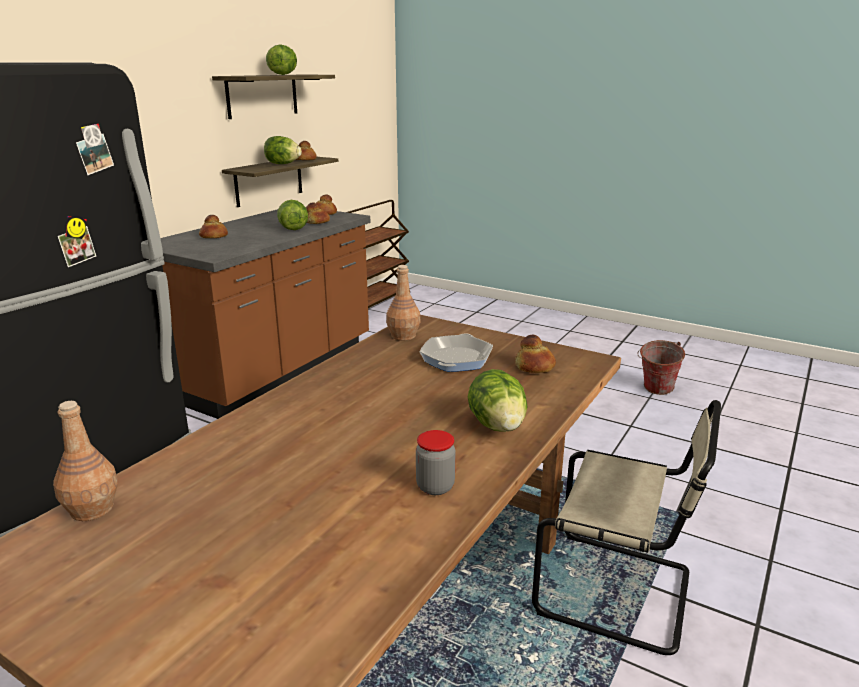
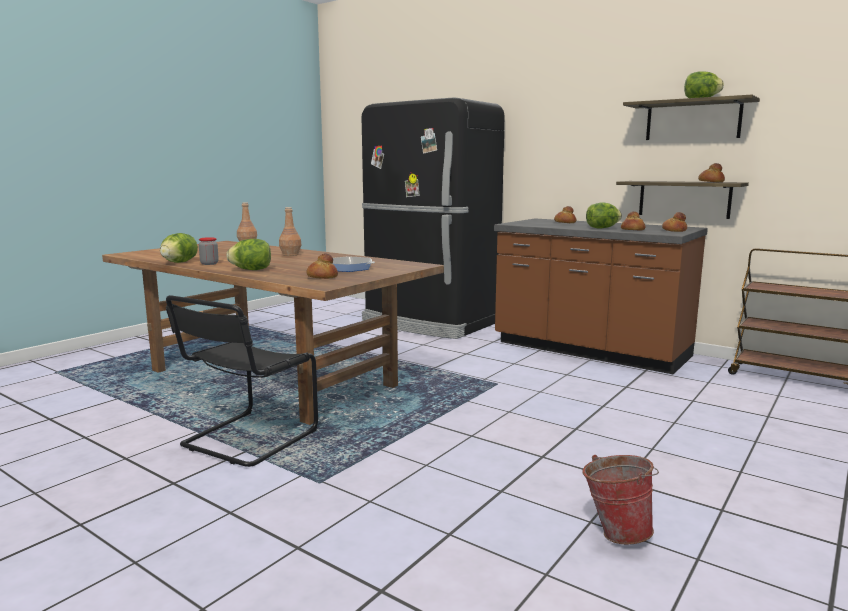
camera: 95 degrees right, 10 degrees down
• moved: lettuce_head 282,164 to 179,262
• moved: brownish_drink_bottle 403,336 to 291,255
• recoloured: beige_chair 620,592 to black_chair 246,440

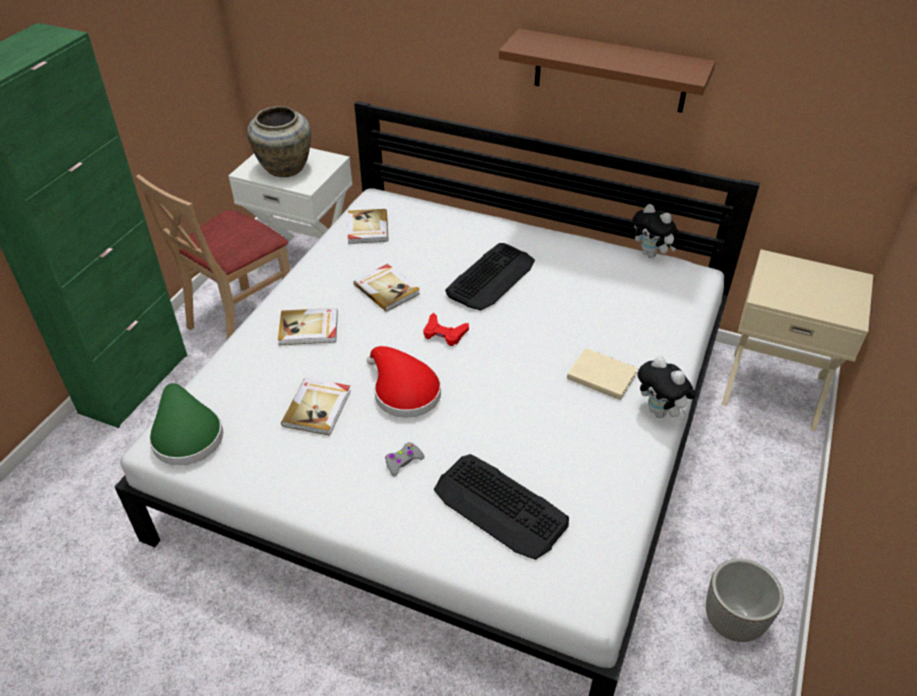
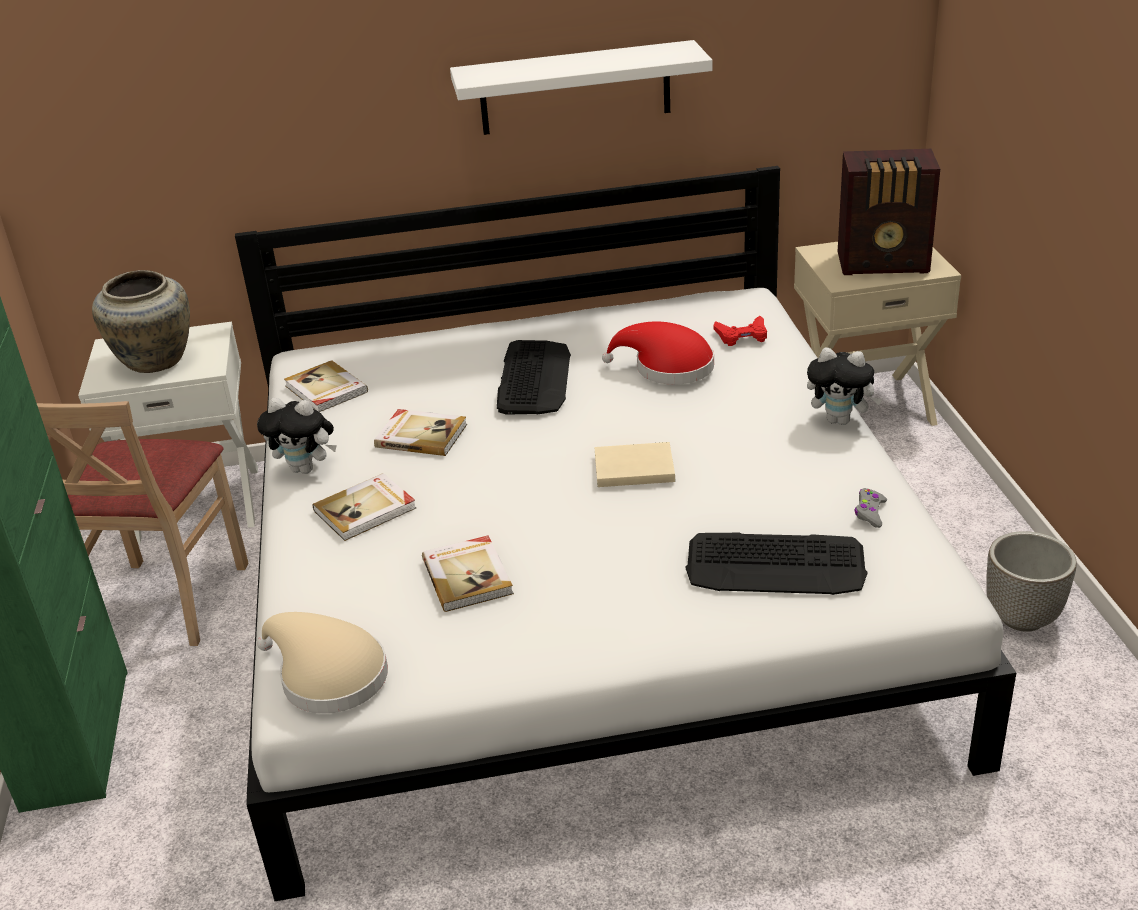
camera: 30 degrees left, 10 degrees down
• recoloured: greenish_clothing_hat 186,435 to beige_clothing_hat 327,676
• moved: red_clothing_hat 403,391 to 667,367
• moved: gray_joypad 403,462 to 870,512
• moved: red_joypad 444,333 to 742,336
• recoloured: brownish_shelf 610,71 to white-coloured_shelf 575,88
• moved: beige_bound_book 600,374 to 631,467
• moved: plush_toy 651,254 to 306,469
• added: radio 885,263

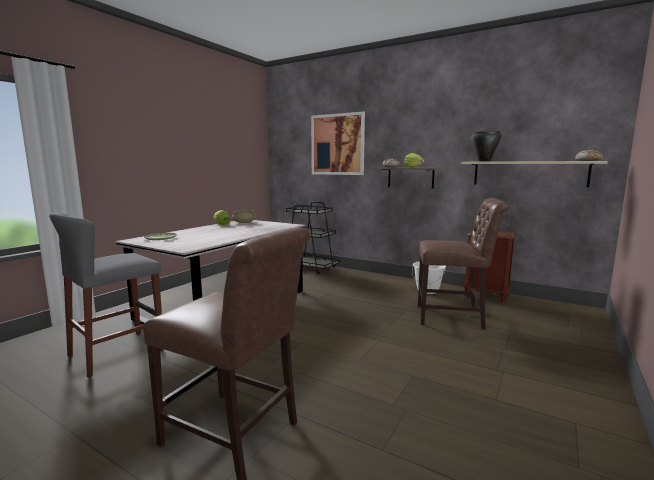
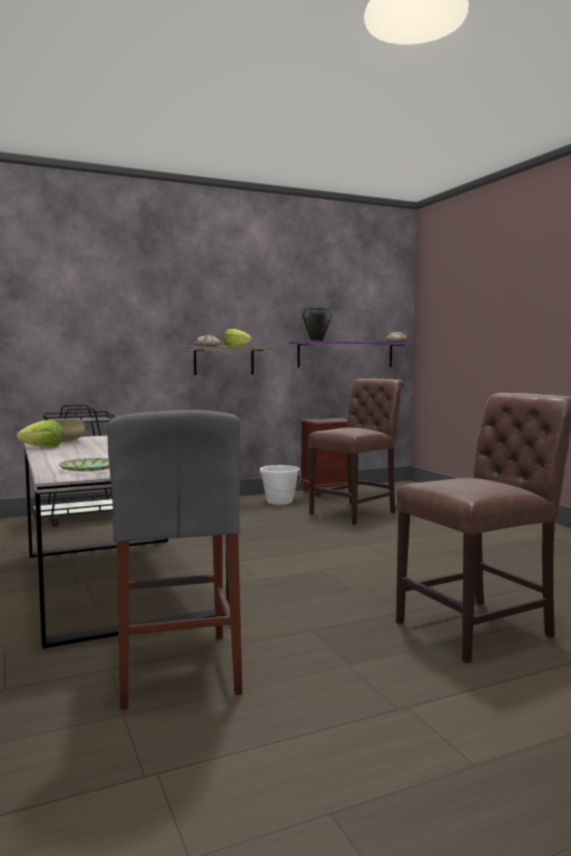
camera: 55 degrees left, 5 degrees down
• removed: wall_picture 337,144
• recoloured: beige_shelf 529,173 to purplish_shelf 346,354

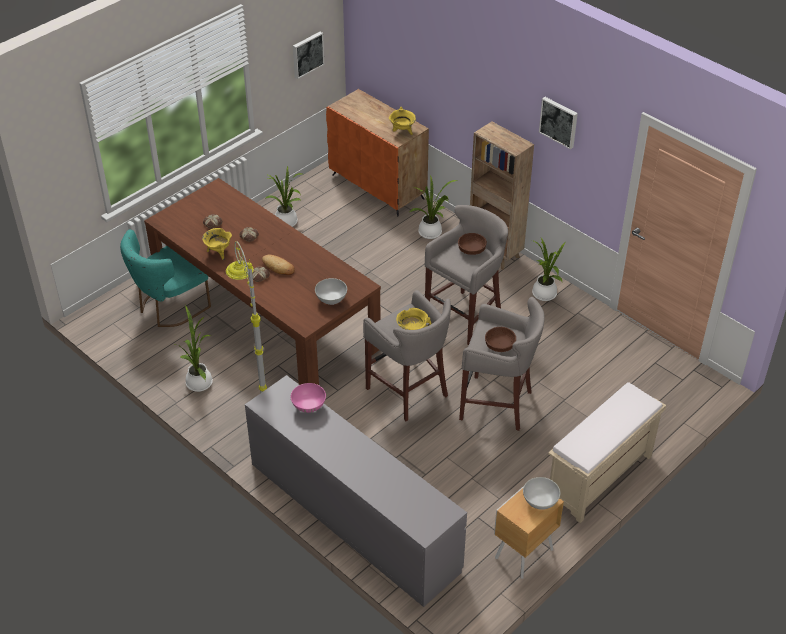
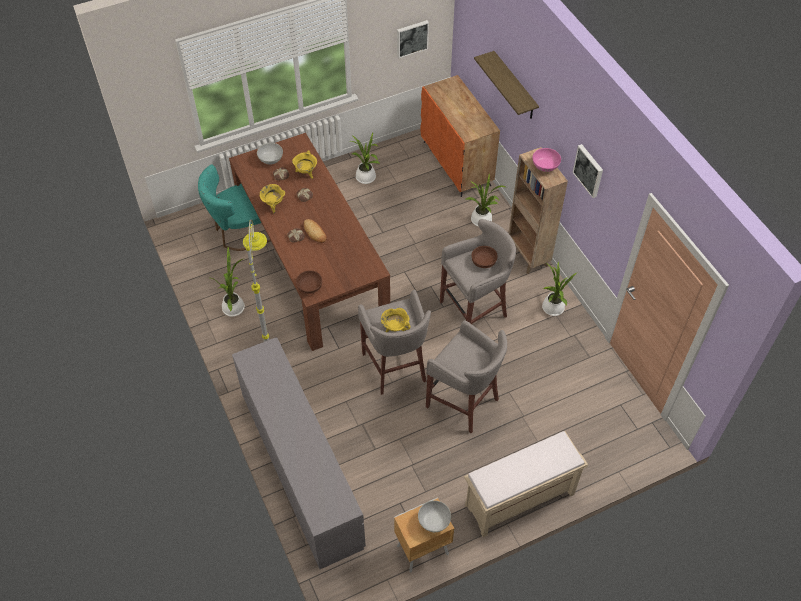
camera: 20 degrees right, 10 degrees up
• moved: pink-coloured_deep_dish 309,406 to 545,167
• moved: white-coloured_deep_dish 331,299 to 271,160
• moved: yellowish_cooking_pot 402,132 to 306,173
• moved: brownish_deep_dish 500,345 to 310,286
• added: shelf 515,87

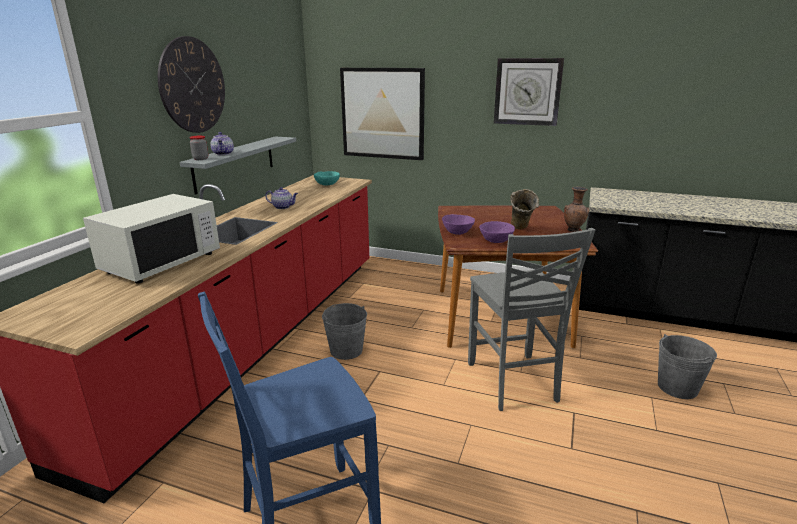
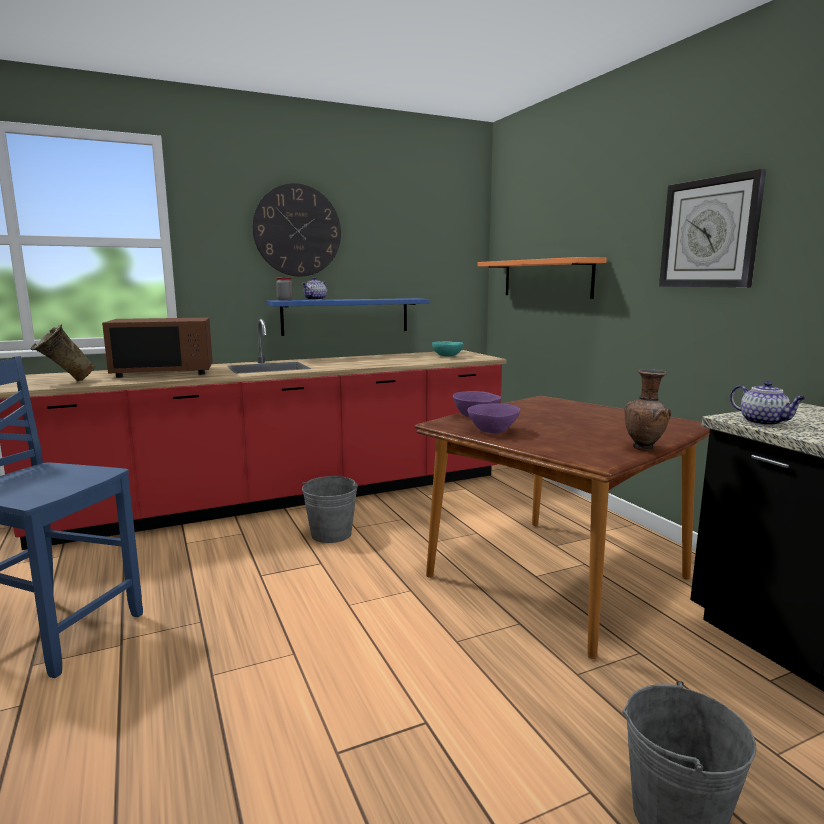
camera: 45 degrees right, 10 degrees down
• recoloured: white-coloured_microwave_oven 161,262 to brownish_microwave_oven 164,372
• recoloured: gray_shelf 235,163 to blue_shelf 346,316
• moved: tea_pot 283,207 to 764,422
• replaced: wall_picture 383,113 to orangey_shelf 546,278
• removed: gray_chair 513,383
• moved: beige_decorative_vase 520,232 to 65,382

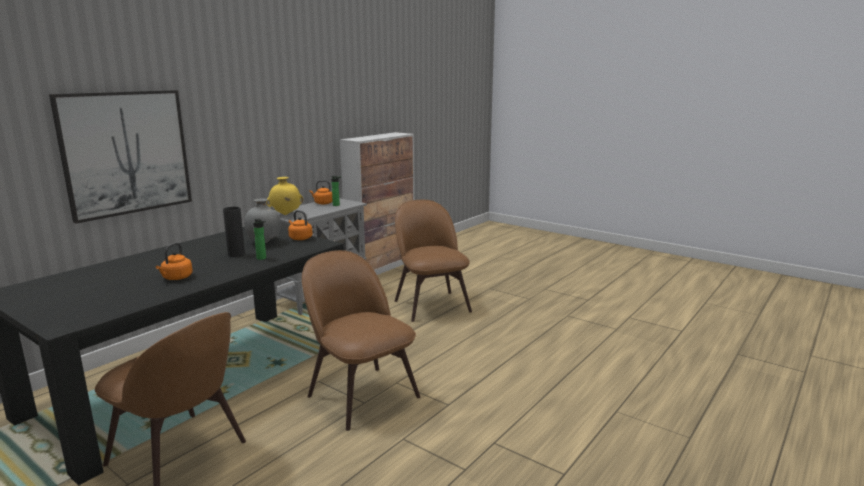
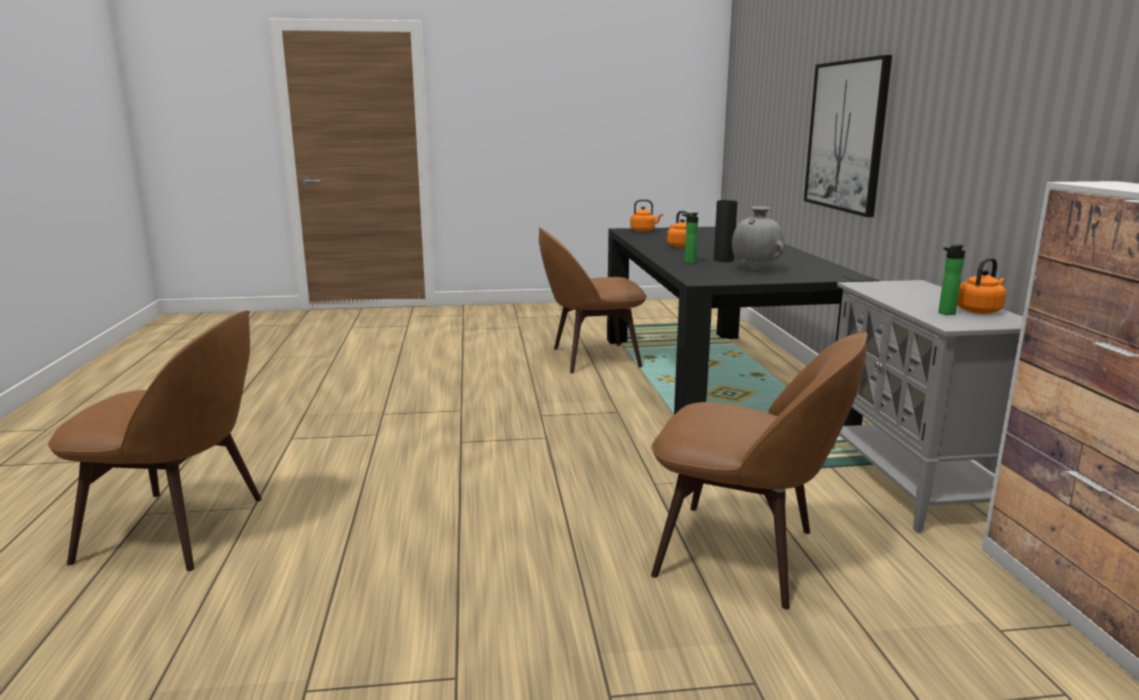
camera: 135 degrees right, 0 degrees up
• removed: yellowish_decorative_vase 285,215
• moved: orangey_tea_kettle 299,238 to 644,230
• moved: brownish_chair 361,394 to 180,529

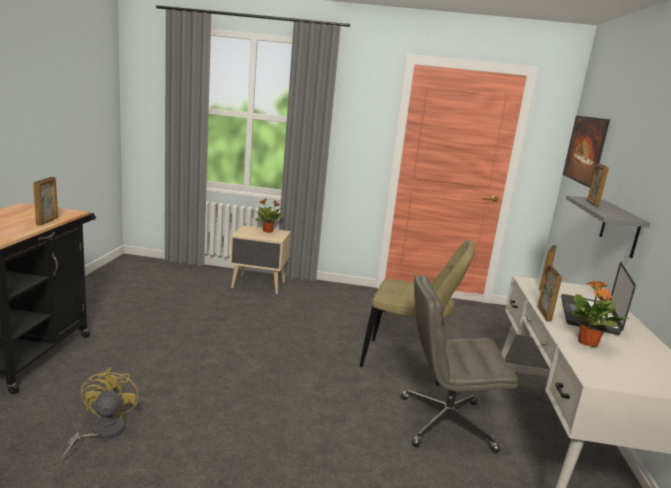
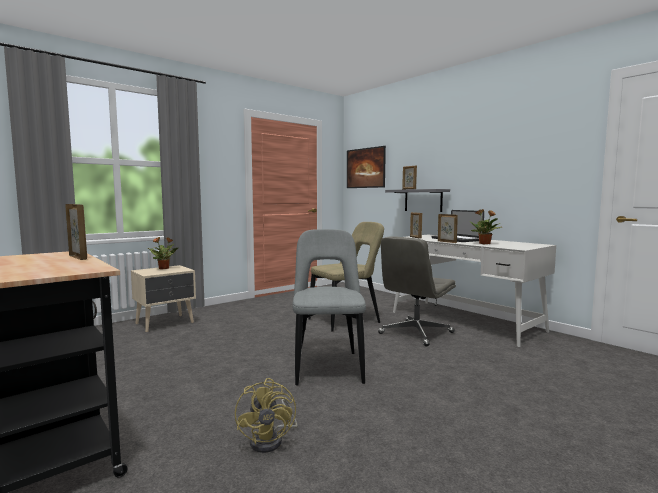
camera: 45 degrees left, 10 degrees down
• turned: yellowish_cooling_fan 101,432 = 272,440 135 degrees counterclockwise
• added: gray_chair 328,366

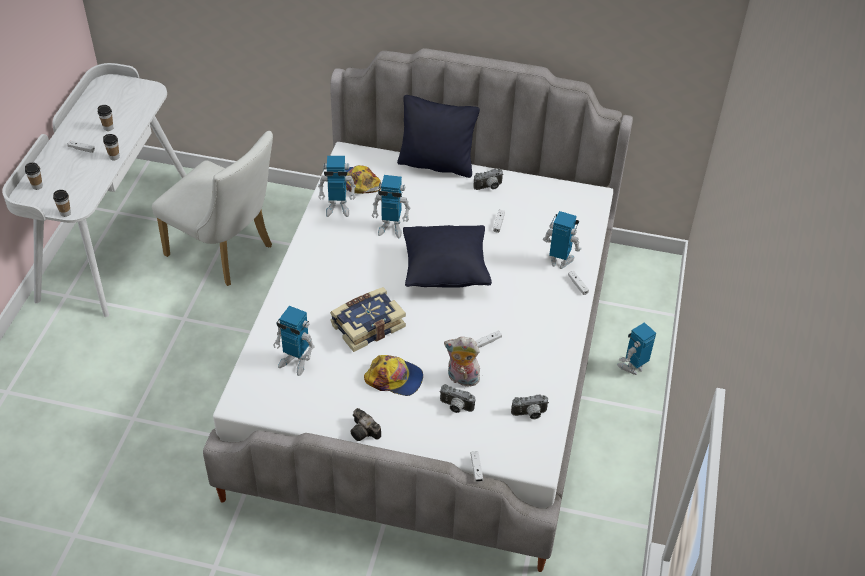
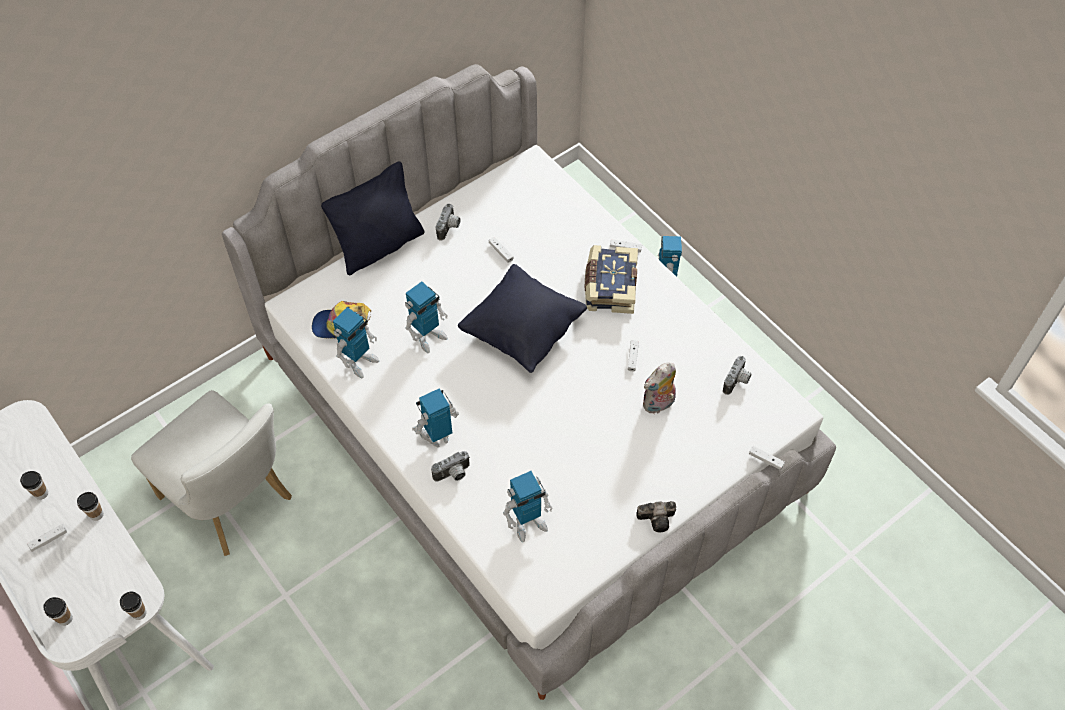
camera: 50 degrees left, 10 degrees up
• turned: white-coloured_chair 225,253 = 233,502 60 degrees clockwise
• moved: bound_book 367,325 to 609,287
• removed: baseball_cap 394,378
• moved: still_camera 455,407 to 453,475
• moved: robot_figure 559,261 to 437,436

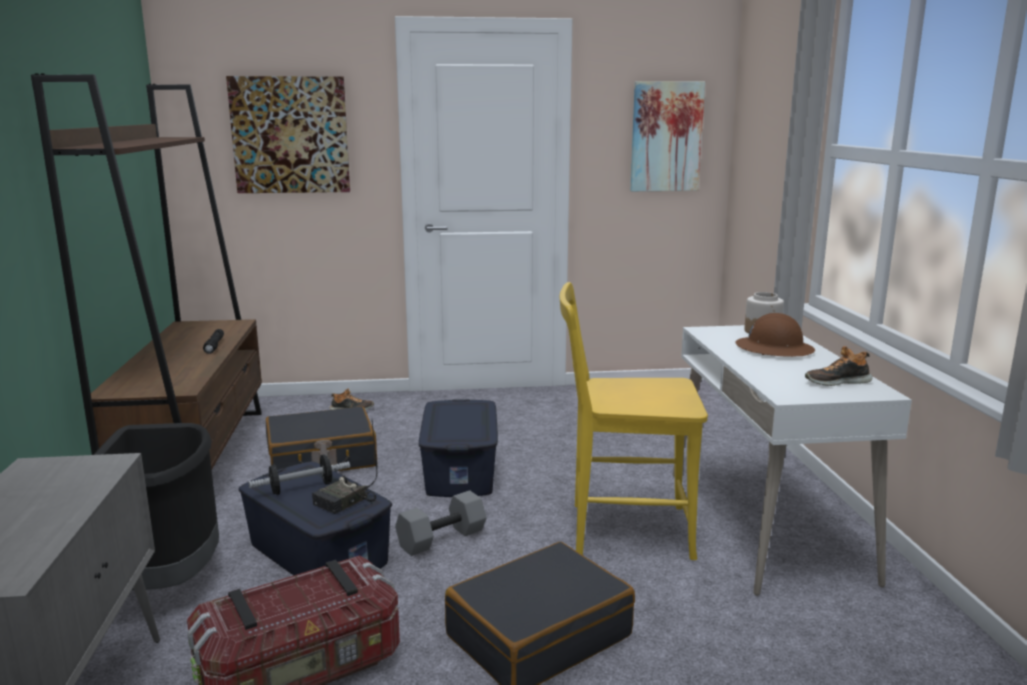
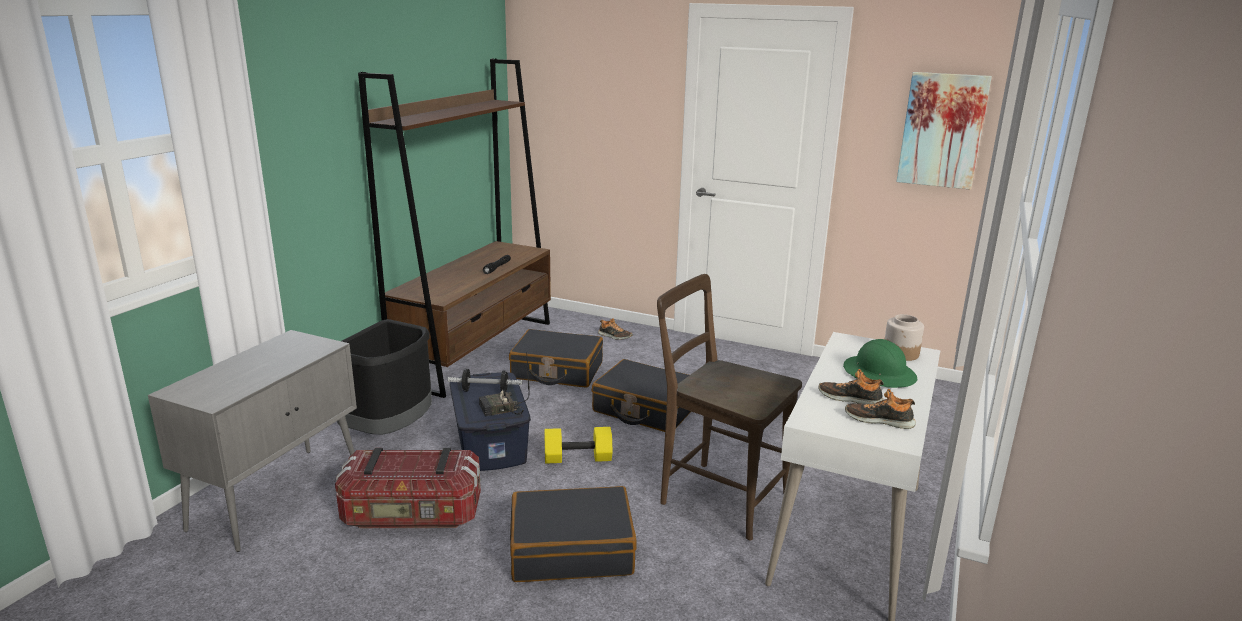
camera: 30 degrees right, 5 degrees up
• removed: wall_picture 290,135
• recoloured: gray_free_weight 441,538 to yellowish_free_weight 578,457
• replaced: blue_storage_box 461,470 to black_suitcase 645,409
• recoloured: yellowish_chair 622,530 to brownish_chair 718,496
• recoloured: brownish_work_helmet 774,349 to greenish_work_helmet 879,373
• added: item_of_footwear 850,399

